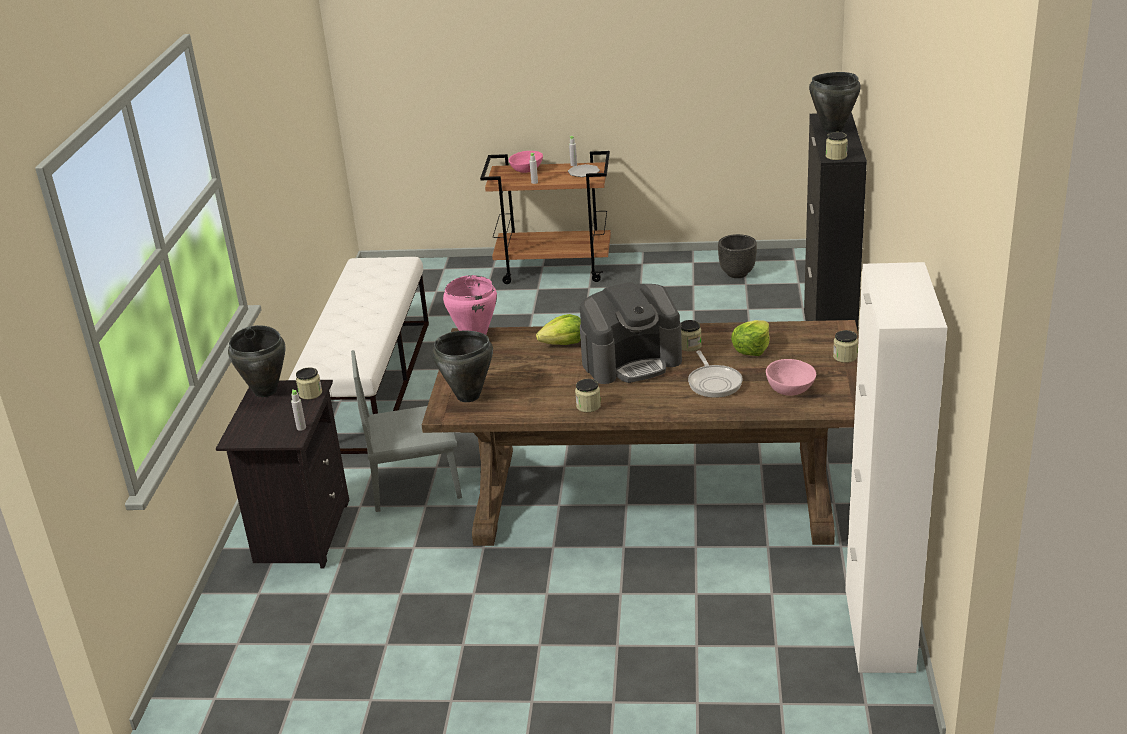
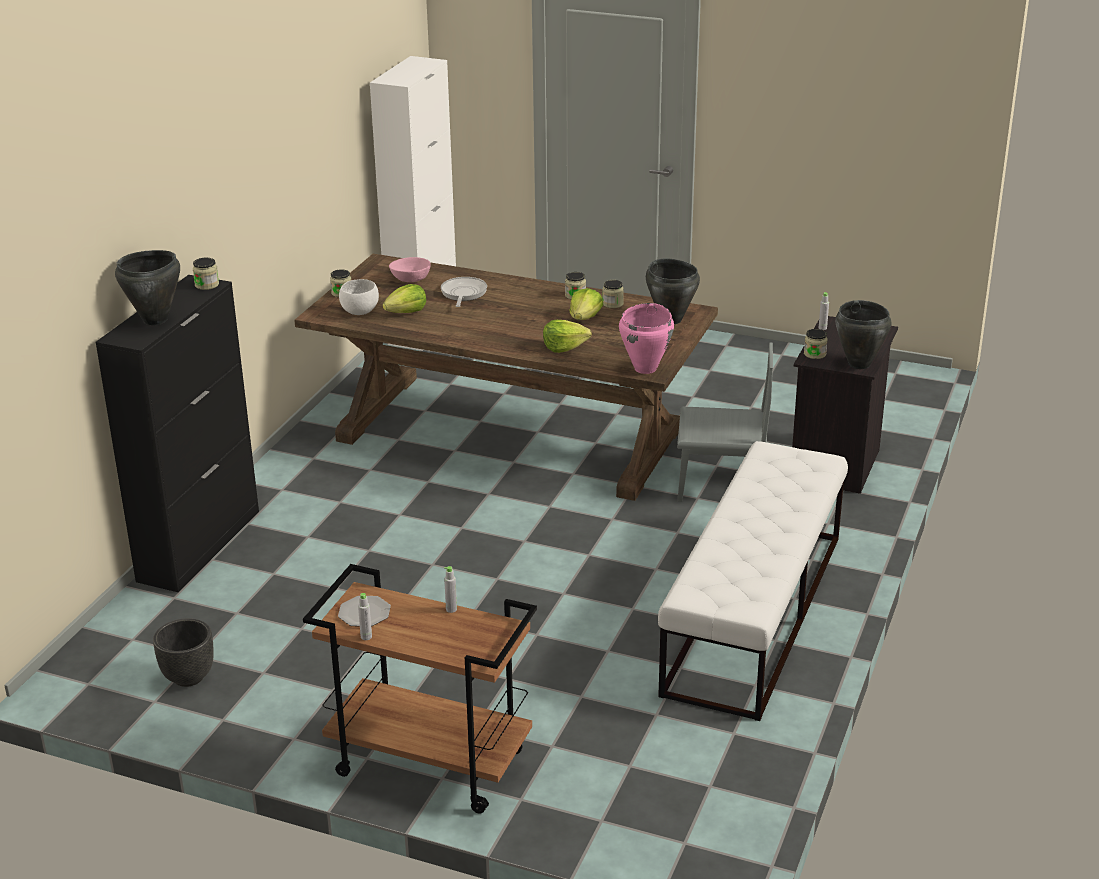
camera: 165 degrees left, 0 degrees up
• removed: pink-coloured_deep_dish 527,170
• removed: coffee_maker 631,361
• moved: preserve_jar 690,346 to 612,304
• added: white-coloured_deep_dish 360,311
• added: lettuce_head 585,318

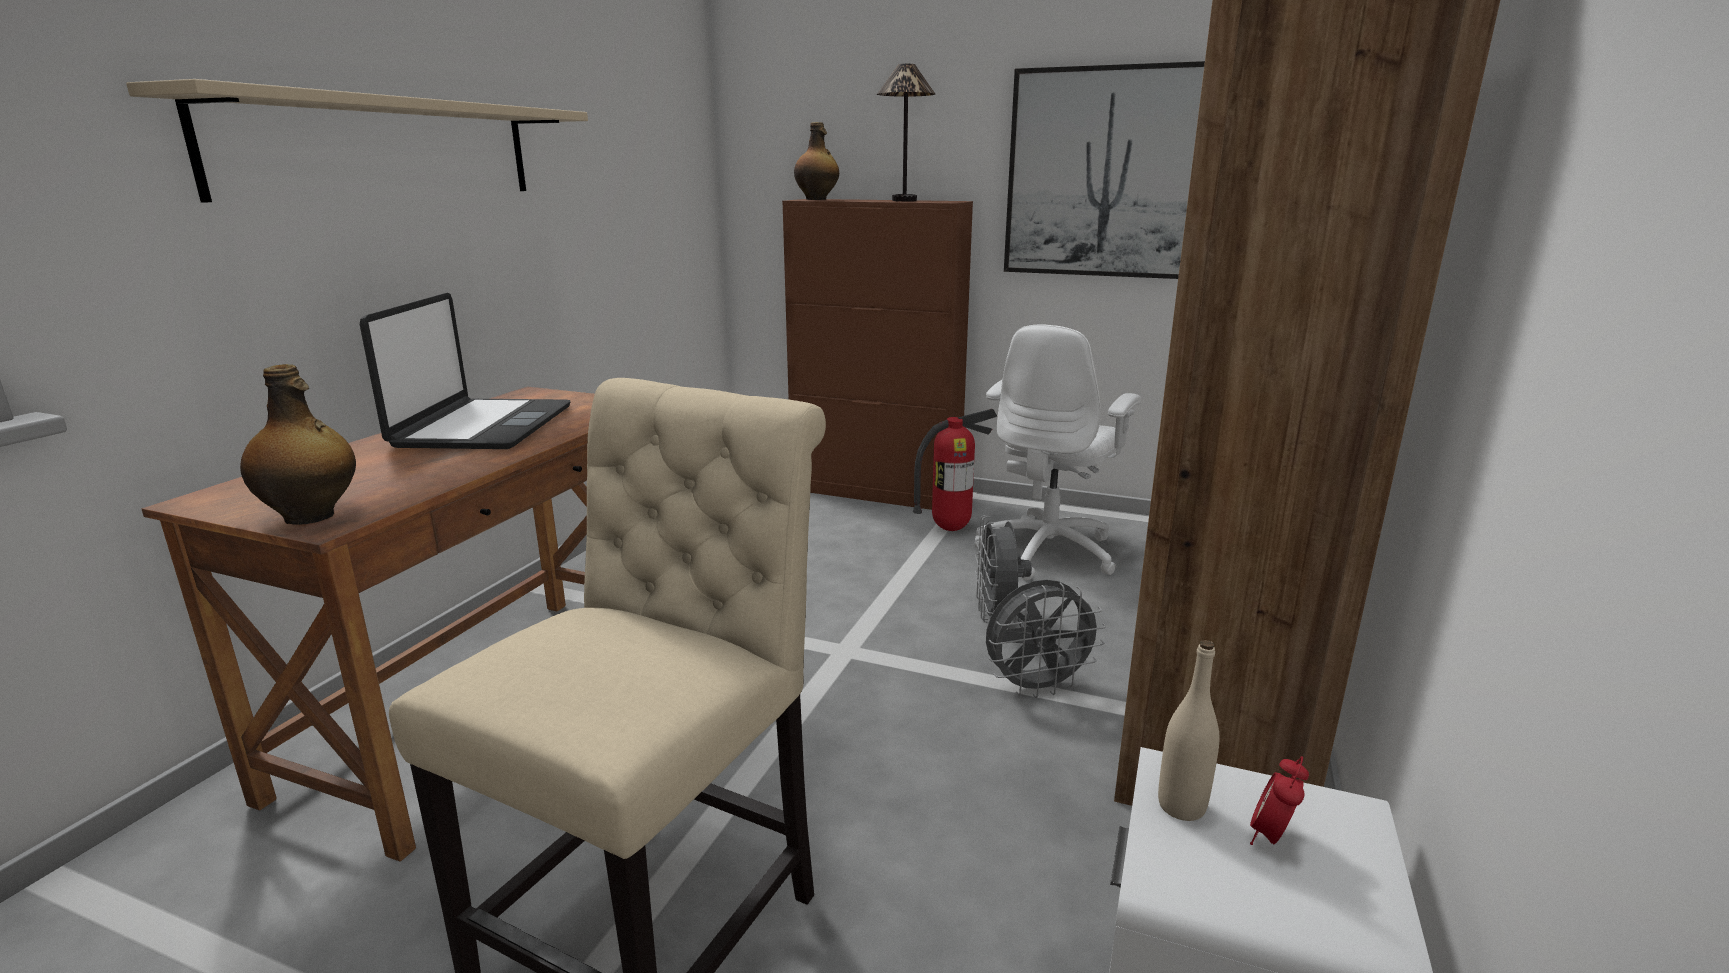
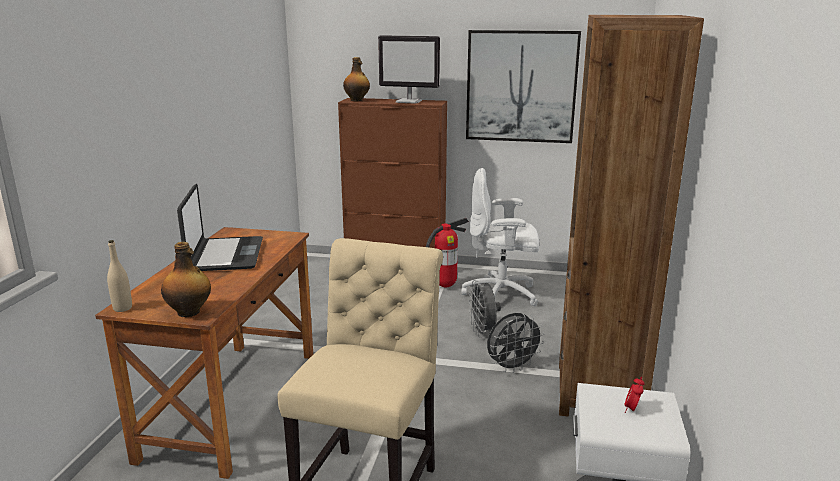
camera: 10 degrees left, 0 degrees up
• removed: beige_shelf 384,149
• replaced: lamp_for_a_table 905,200 to computer_screen 409,101
• turned: white-coloured_office_chair 1049,551 = 502,295 75 degrees clockwise
• moved: beige_drink_bottle 1181,806 to 122,308

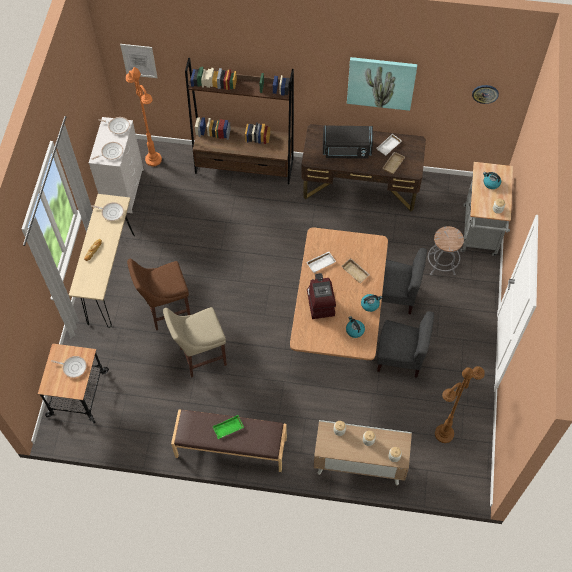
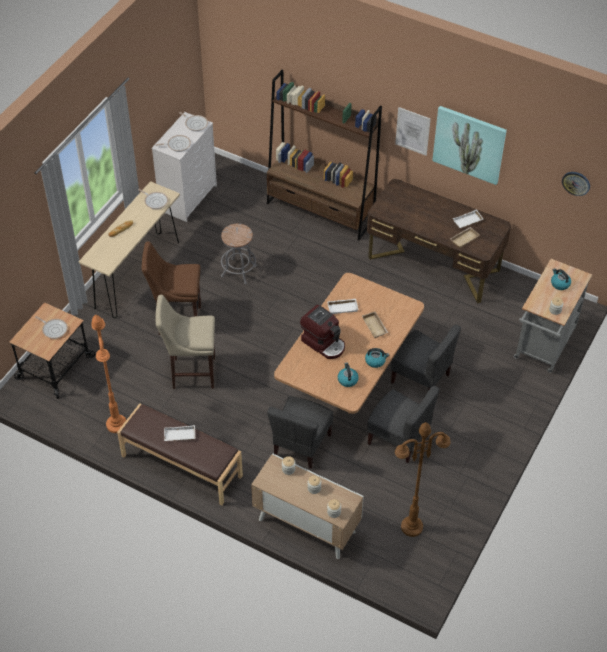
camera: 20 degrees right, 10 degrees down
• moved: wall_picture 139,60 to 412,131
• moved: orangey_standing_lamp 153,159 to 116,424
• recoloured: greenish_carrying_tray 228,429 to white-coloured_carrying_tray 179,436
• turned: coffee_maker 320,302 = 324,343 120 degrees clockwise
• removed: black_microwave_oven 347,150
• moved: gray_stool 442,264 to 238,271
• added: gray_chair 301,445

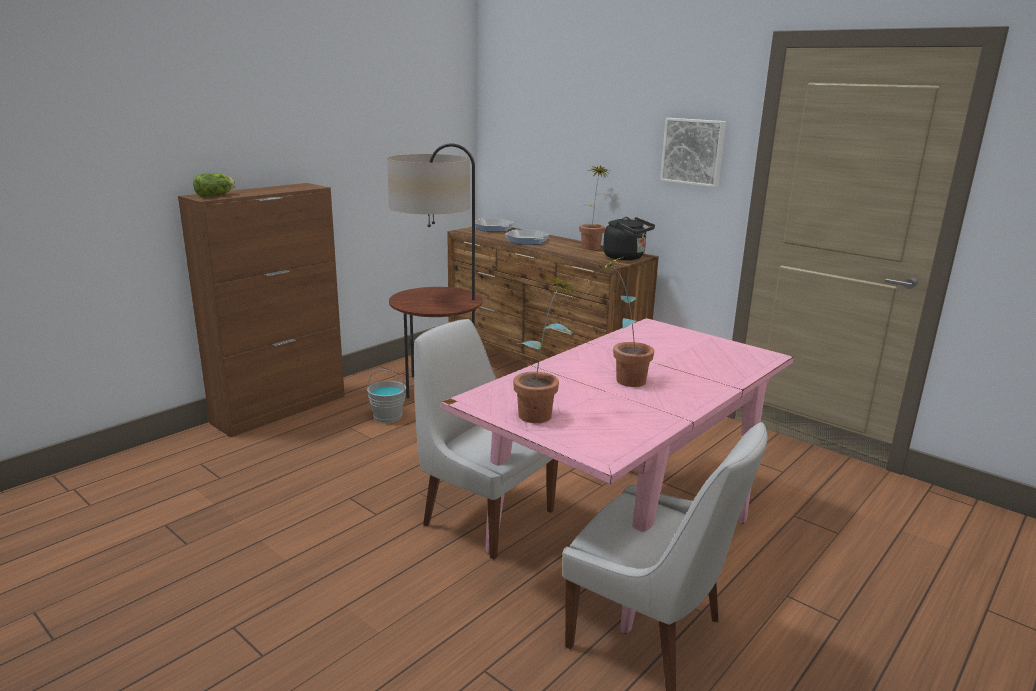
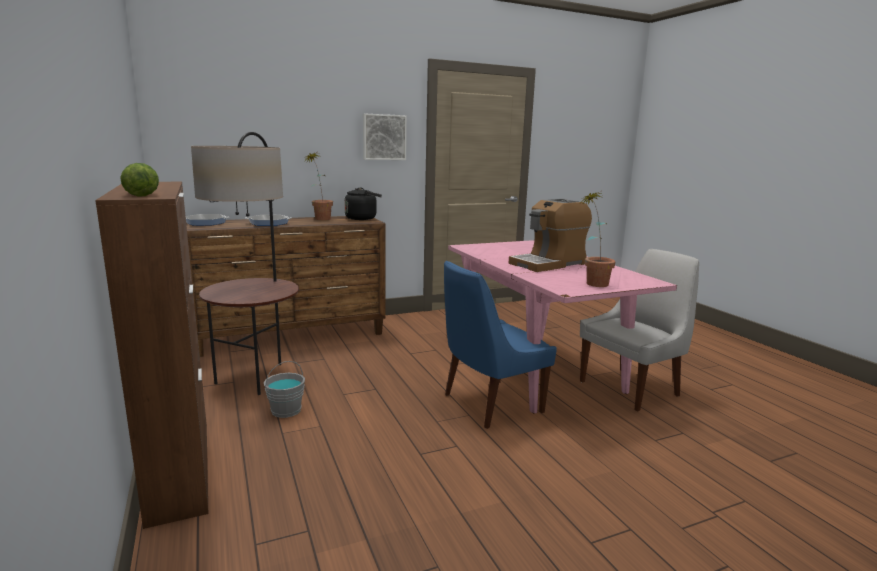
camera: 65 degrees left, 5 degrees down
• recoloured: white-coloured_chair 484,516 to blue_chair 489,404
• replaced: plant_in_a_pot 622,378 to coffee_maker 548,263

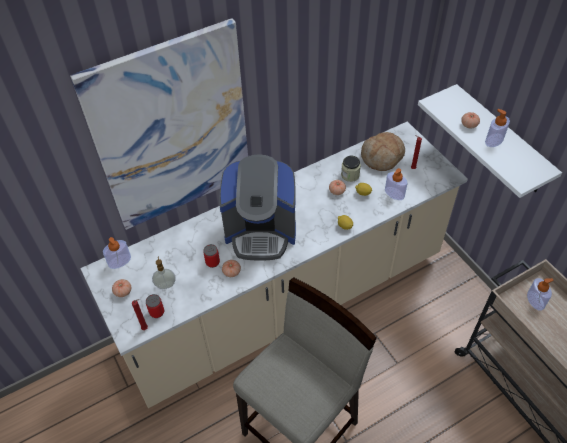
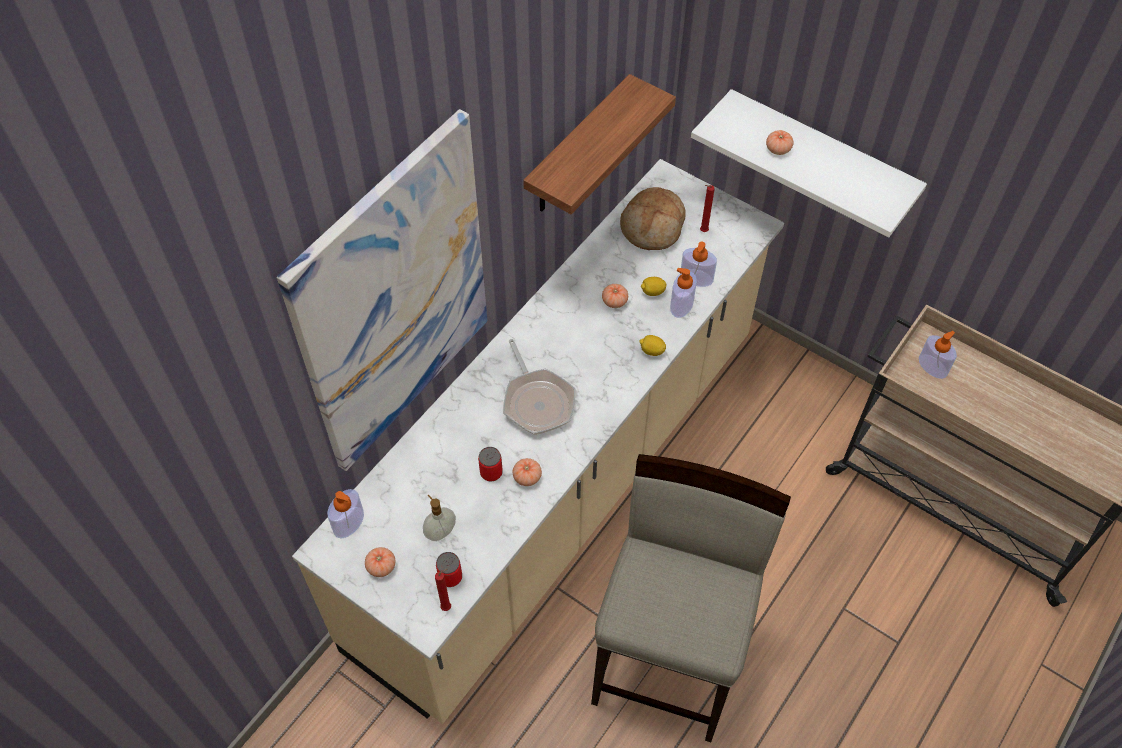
camera: 25 degrees left, 5 degrees up
• replaced: coffee_maker 261,231 to frying_pan 537,401
• removed: preserve_jar 350,175
• moved: liquid_soap_bottle 494,140 to 681,305
• added: shelf 577,149

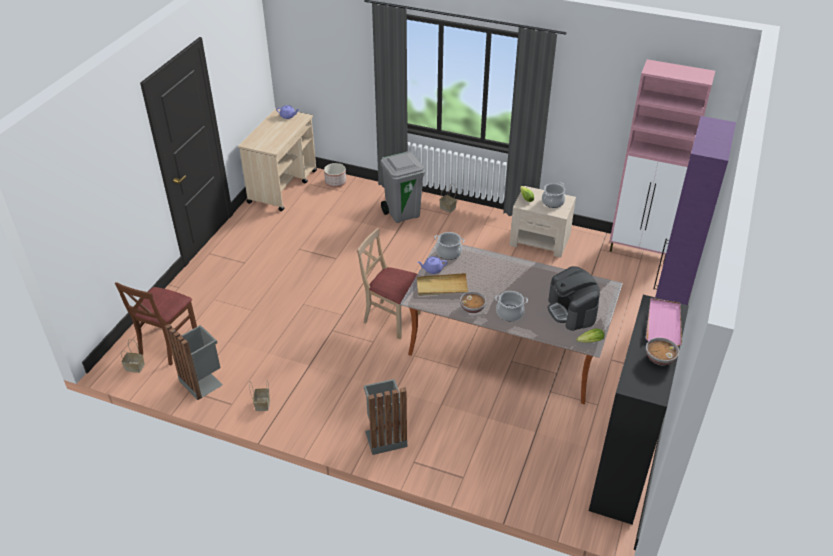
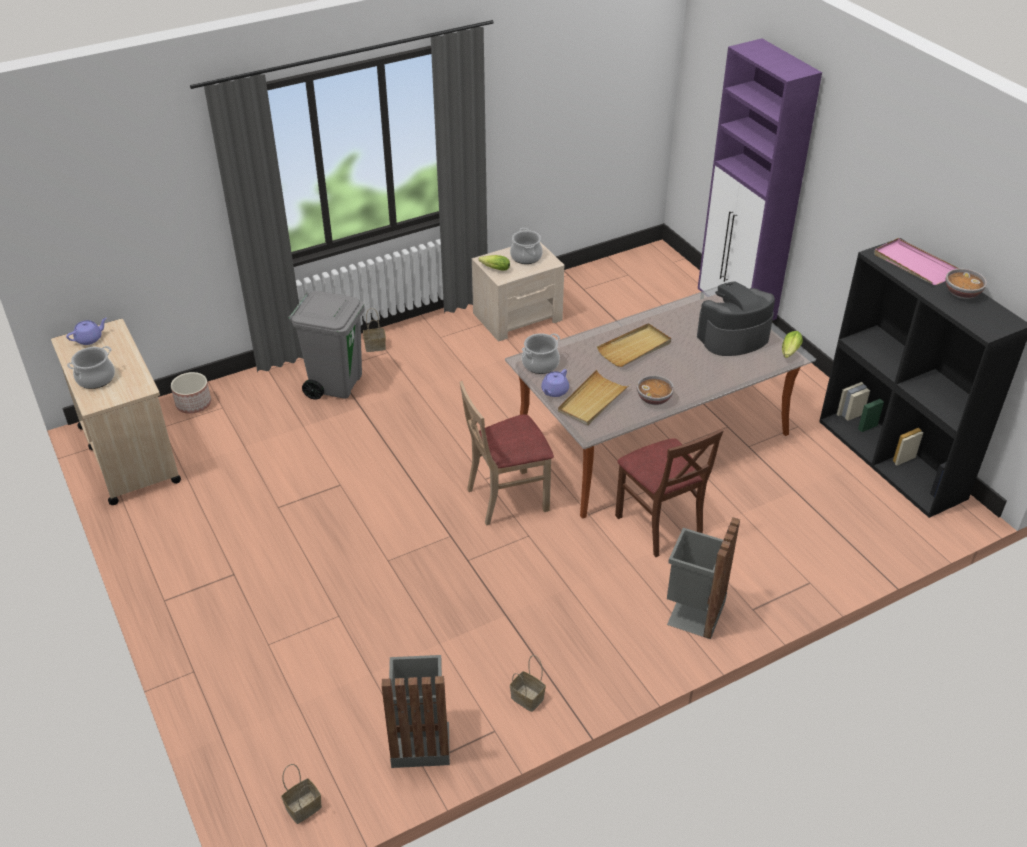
camera: 50 degrees left, 0 degrees up
• moved: brownish_chair 168,344 to 660,525
• moved: cooking_pot 509,313 to 96,379
• turned: coffee_maker 571,311 = 733,337 135 degrees clockwise
• removed: pink-coloured_storage_cabinet 639,251
• added: beige_carrying_tray 634,348

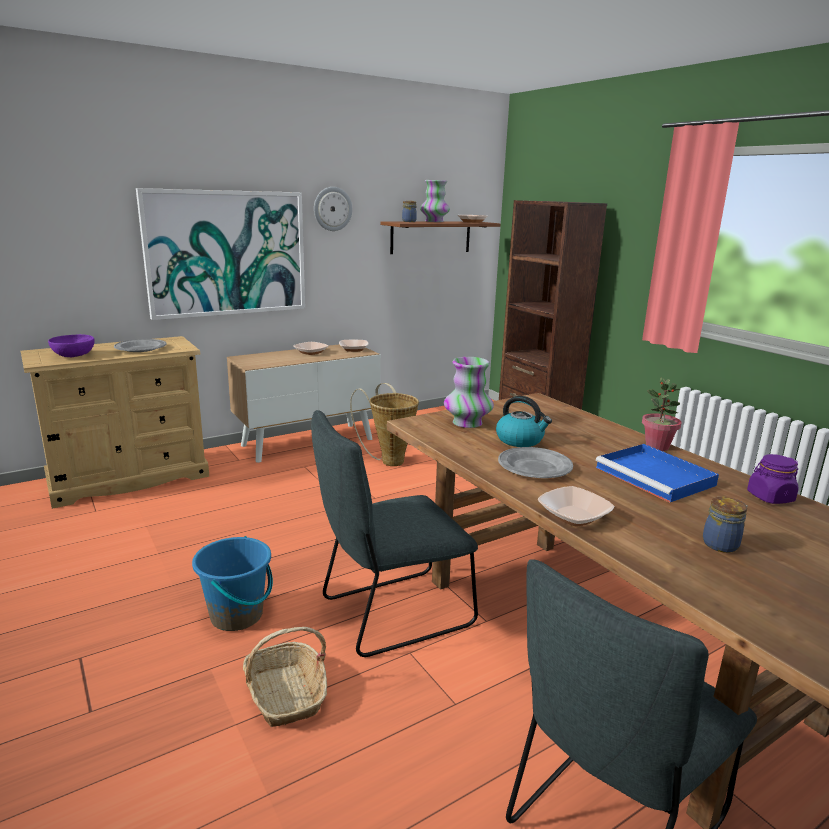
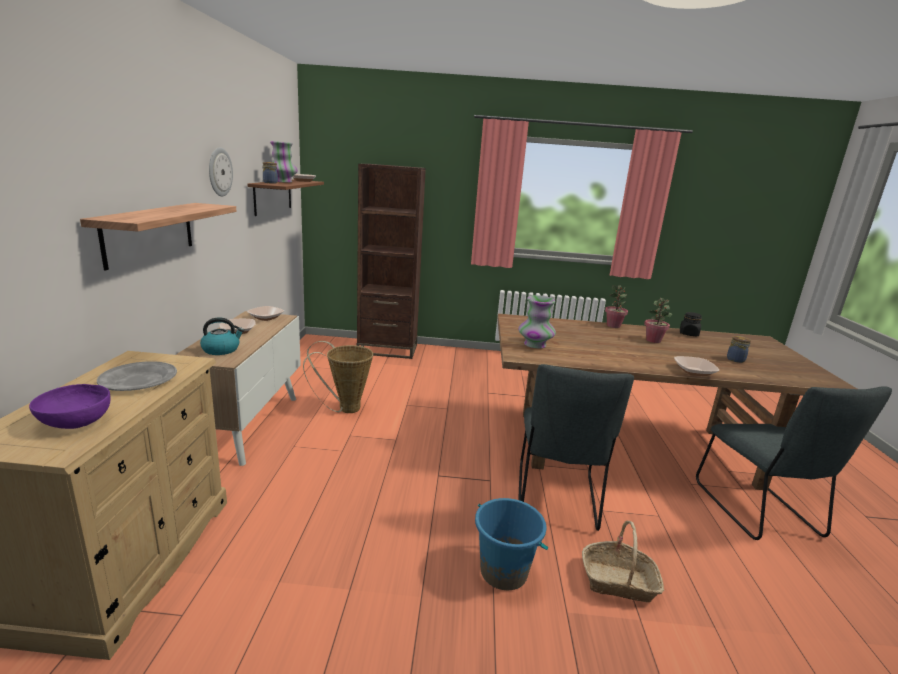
camera: 55 degrees left, 0 degrees up
• replaced: wall_picture 226,253 to shelf 149,233
• moved: tea_kettle 520,440 to 221,350
• removed: gray_plate 534,467
• replaced: blue_carrying_tray 656,477 to plant_in_a_pot 653,340
• recoloured: purplish_preserve_jar 770,497 to black_preserve_jar 688,334

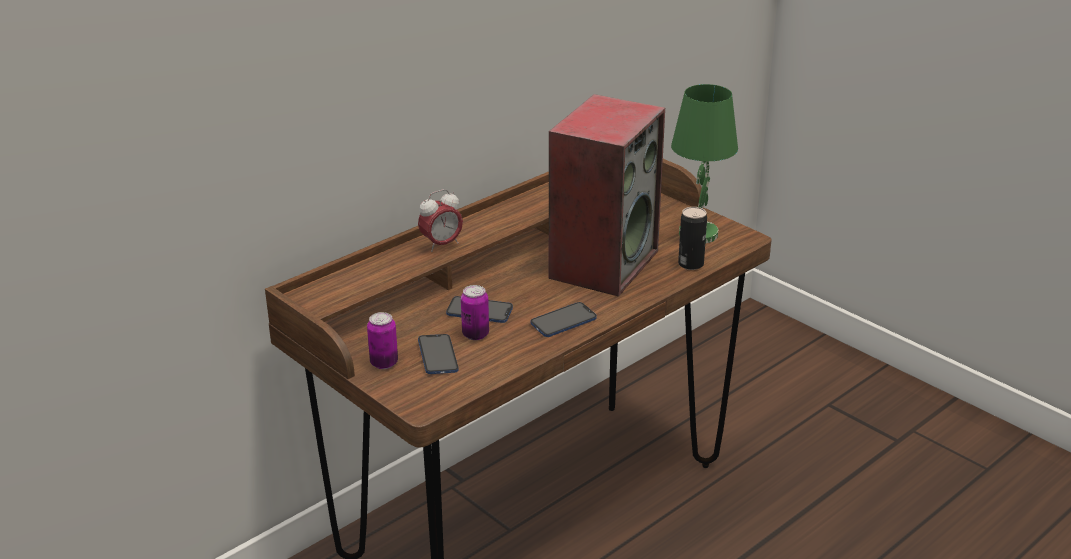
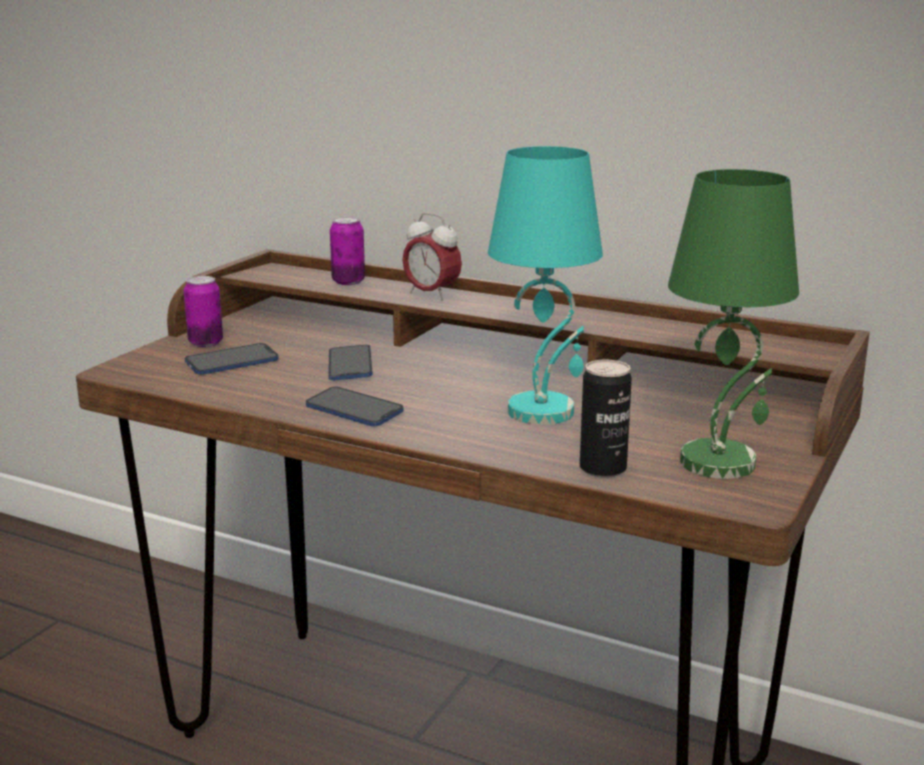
camera: 70 degrees right, 10 degrees down
• moved: sealed_can 475,334 to 348,281
• replaced: speaker 603,263 to turquoise-coloured_lamp_for_a_table 542,411

